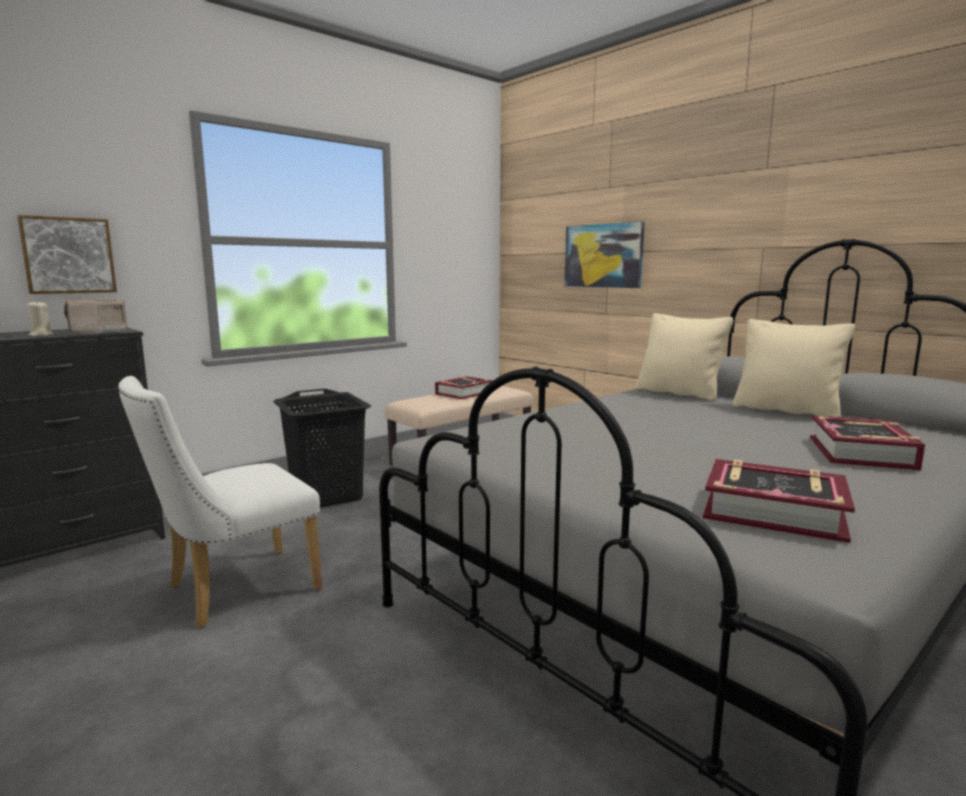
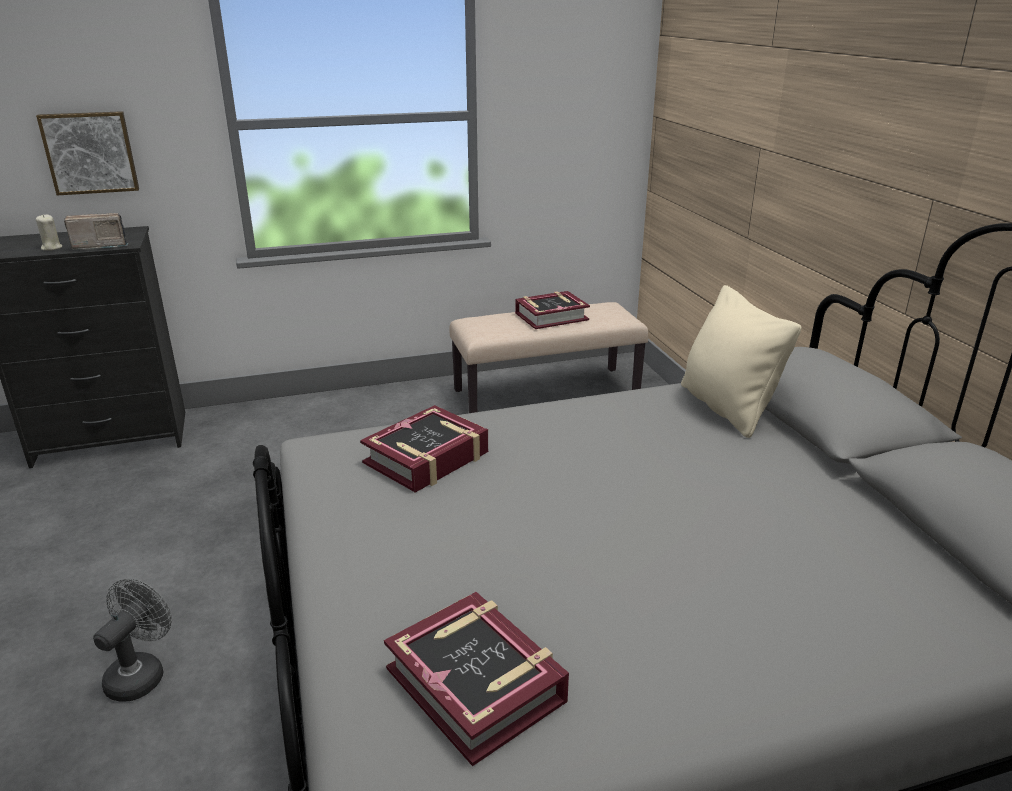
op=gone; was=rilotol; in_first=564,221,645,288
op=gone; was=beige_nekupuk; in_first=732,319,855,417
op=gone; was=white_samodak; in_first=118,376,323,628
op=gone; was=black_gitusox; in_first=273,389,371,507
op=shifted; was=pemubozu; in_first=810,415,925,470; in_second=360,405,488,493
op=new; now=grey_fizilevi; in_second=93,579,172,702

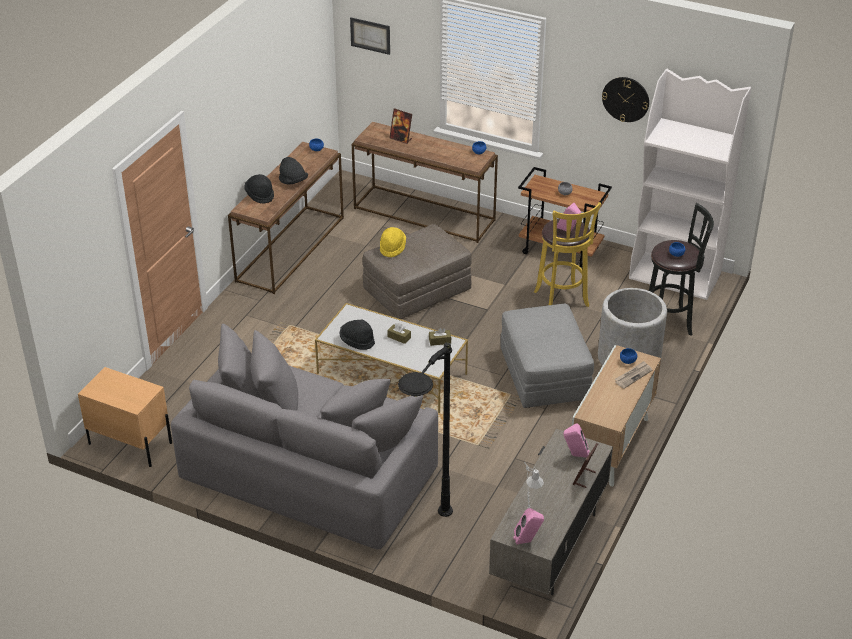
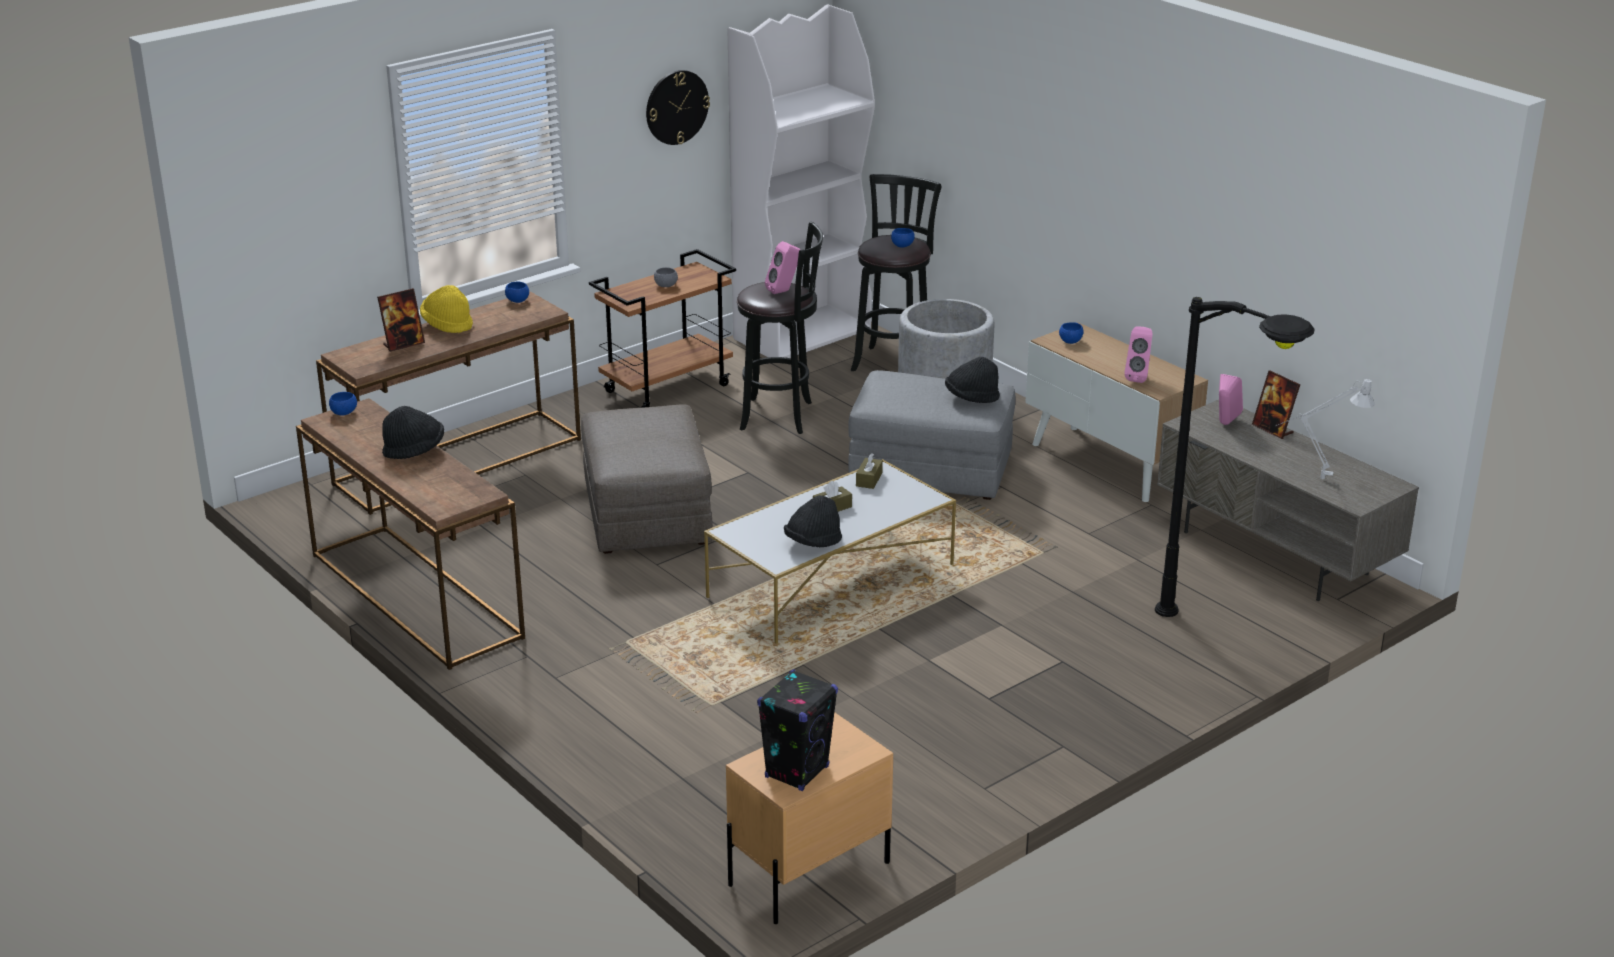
op=gone; was=rilotol; in_first=350,18,390,55
op=shifted; was=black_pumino; in_first=244,174,274,204; in_second=945,357,1000,403
op=repainted; was=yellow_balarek; now=black_balarek; in_first=534,202,601,307; in_second=737,221,823,434
op=shifted; was=yellow_pumino; in_first=380,227,406,258; in_second=420,285,473,333
op=gone; was=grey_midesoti; in_first=171,324,438,550
op=gone; was=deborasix; in_first=615,361,652,389
op=shifted; was=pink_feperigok; in_first=513,508,544,545; in_second=1125,327,1152,383
op=new; now=black_feperigok; in_second=757,669,838,791

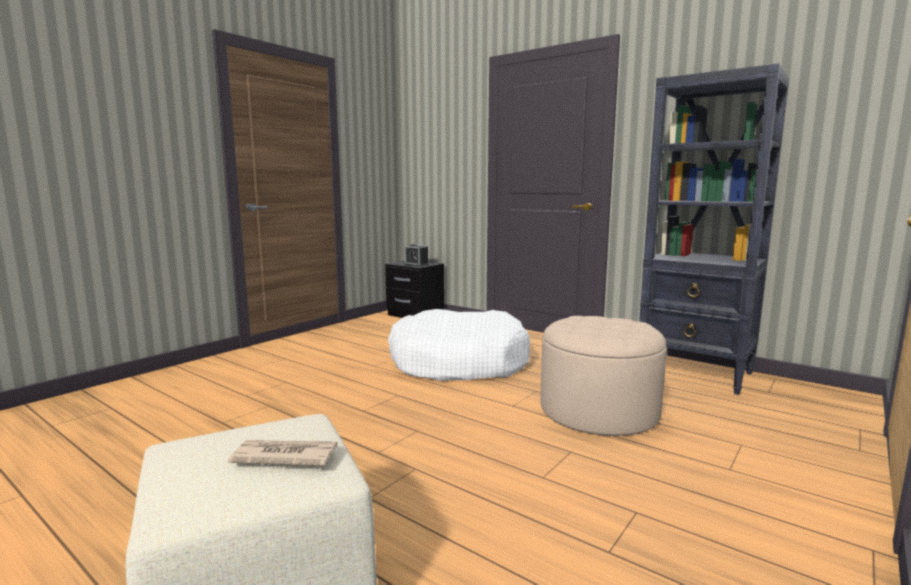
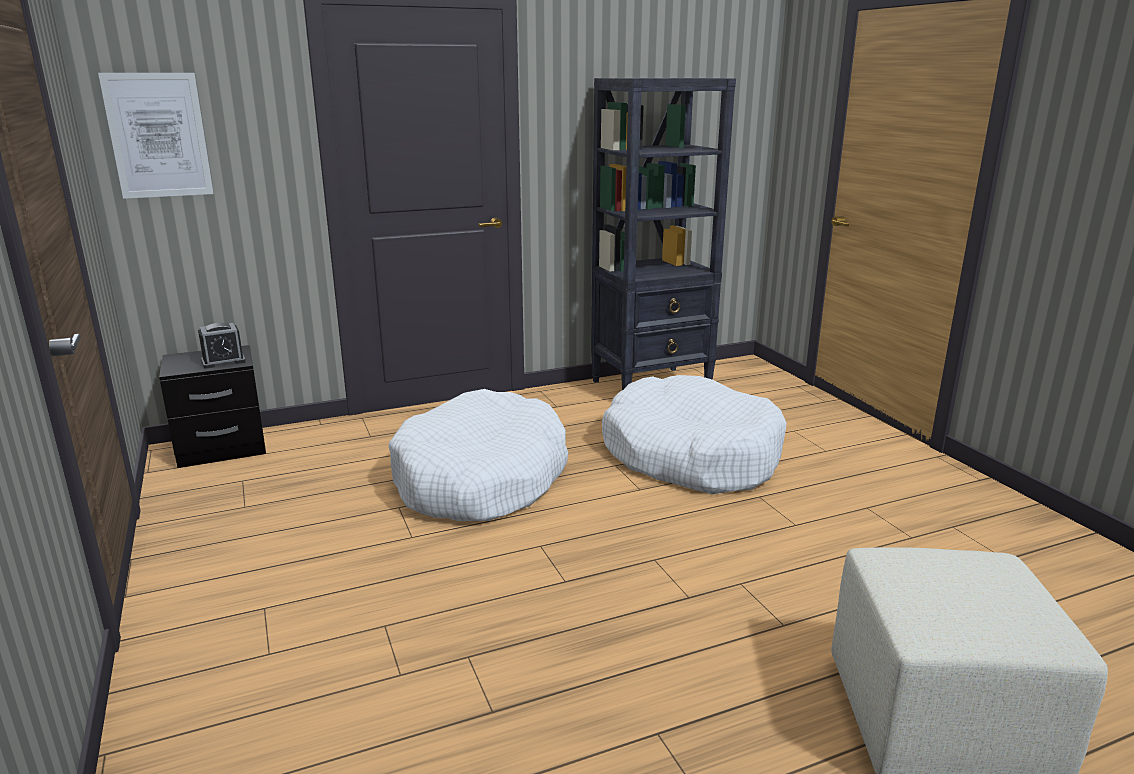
op=swapped; was=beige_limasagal; now=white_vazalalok; in_first=541,316,667,436; in_second=602,375,787,494
op=gone; was=deborasix; in_first=228,440,337,466
op=new; now=rilotol; in_second=98,73,214,199

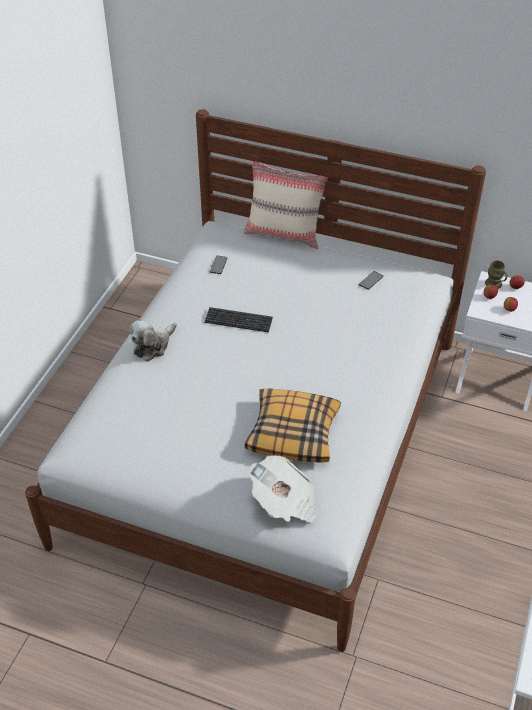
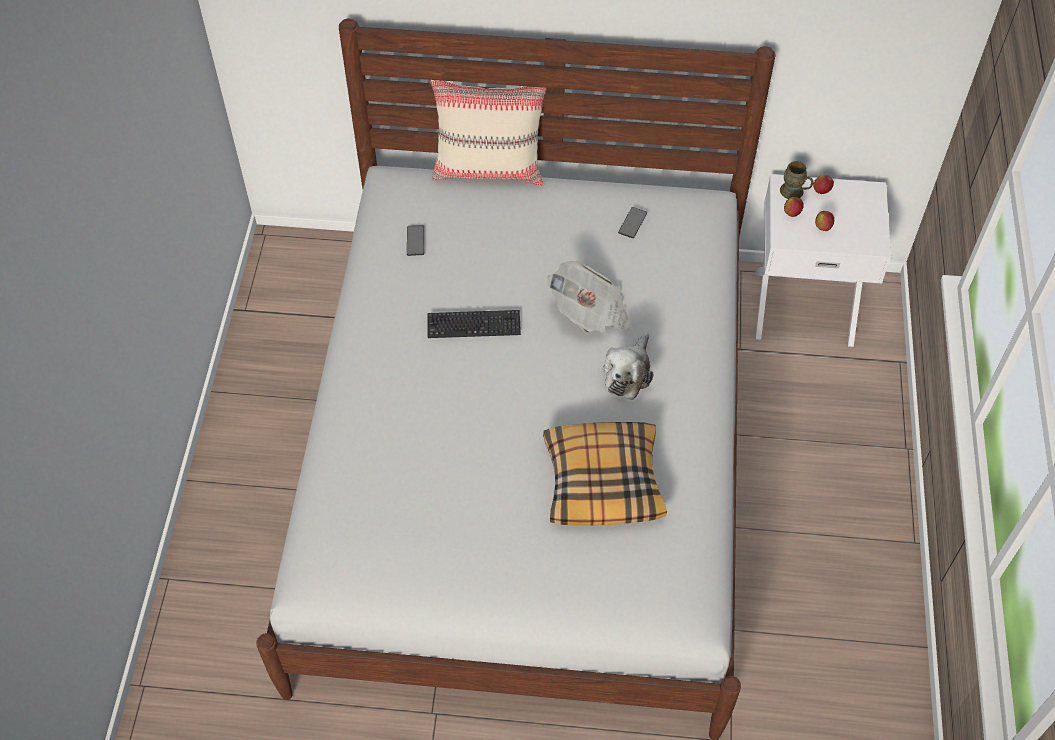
op=shifted; was=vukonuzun; in_first=130,321,177,362; in_second=603,333,654,400
op=shifted; was=deborasix; in_first=249,455,316,522; in_second=547,261,631,333

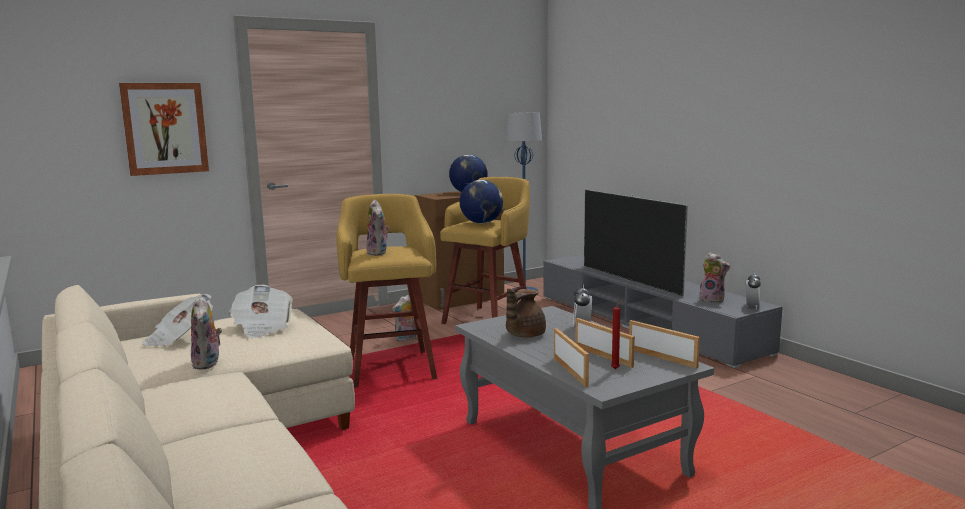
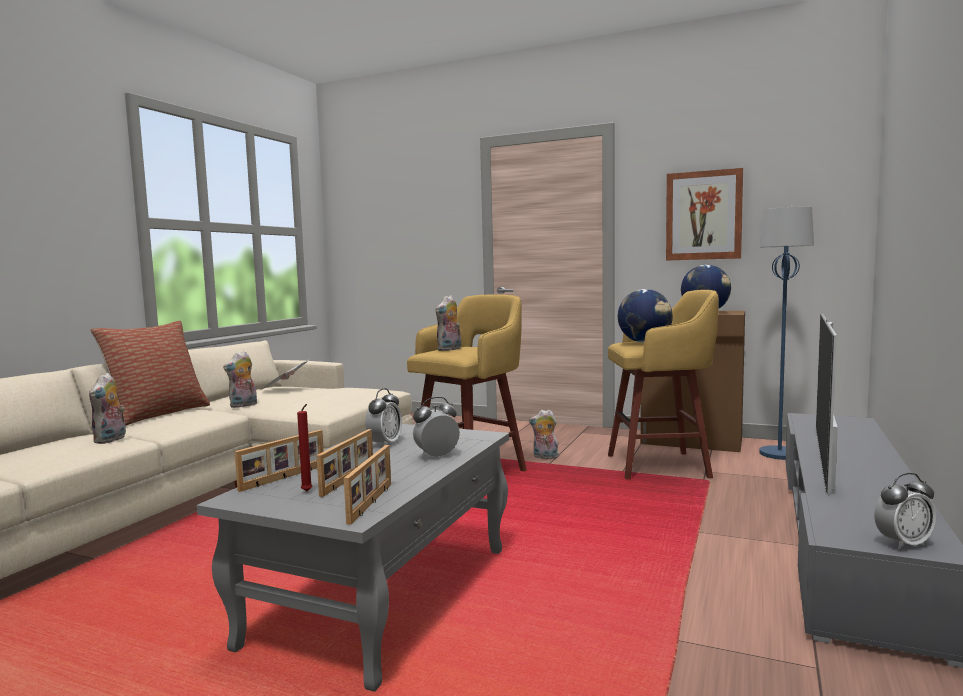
op=shifted; was=rilotol; in_first=119,83,209,176; in_second=666,168,743,261
op=shifted; was=vukonuzun; in_first=699,252,730,303; in_second=89,373,126,444
op=gone; was=deborasix; in_first=229,285,293,338
op=swapped; was=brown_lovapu; now=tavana; in_first=506,289,546,338; in_second=365,388,402,446
op=new; now=nekupuk; in_second=90,321,210,426

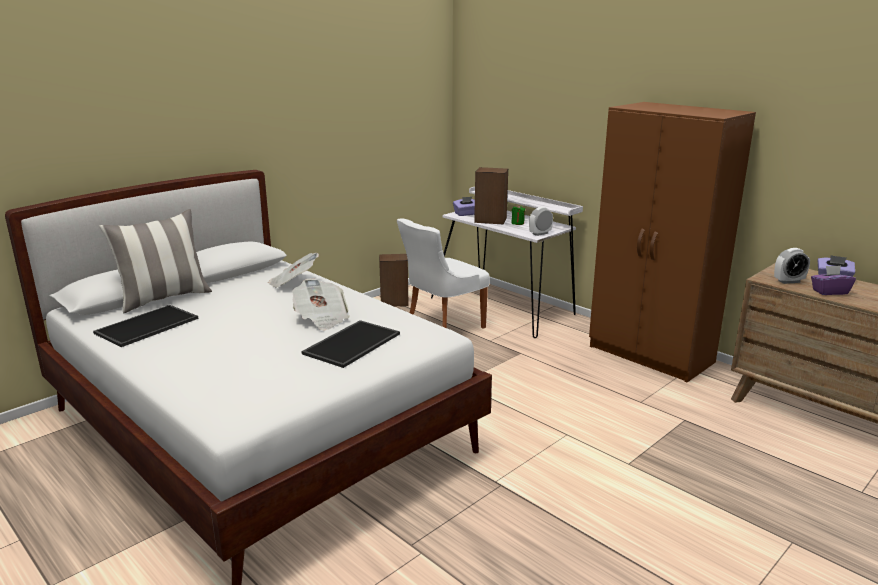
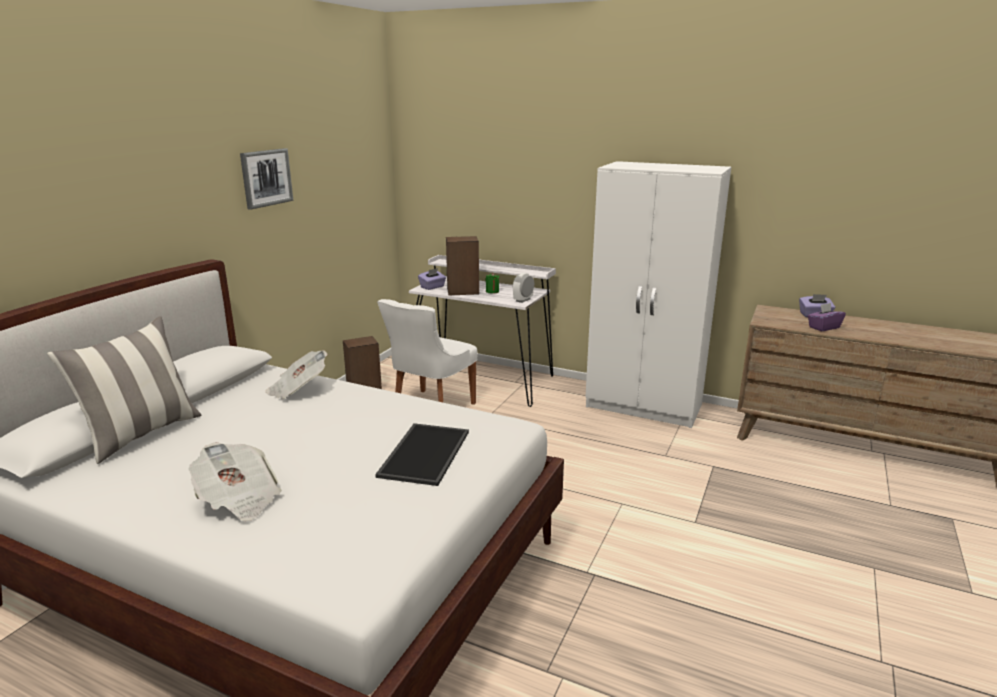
op=repainted; was=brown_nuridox; now=white_nuridox; in_first=589,102,756,382; in_second=585,161,731,428
op=gone; was=tavana; in_first=774,248,810,284
op=shifted; was=deborasix; in_first=292,278,350,331; in_second=188,442,282,521
op=gone; was=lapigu; in_first=93,305,199,347
op=new; now=rilotol; in_second=240,148,293,210

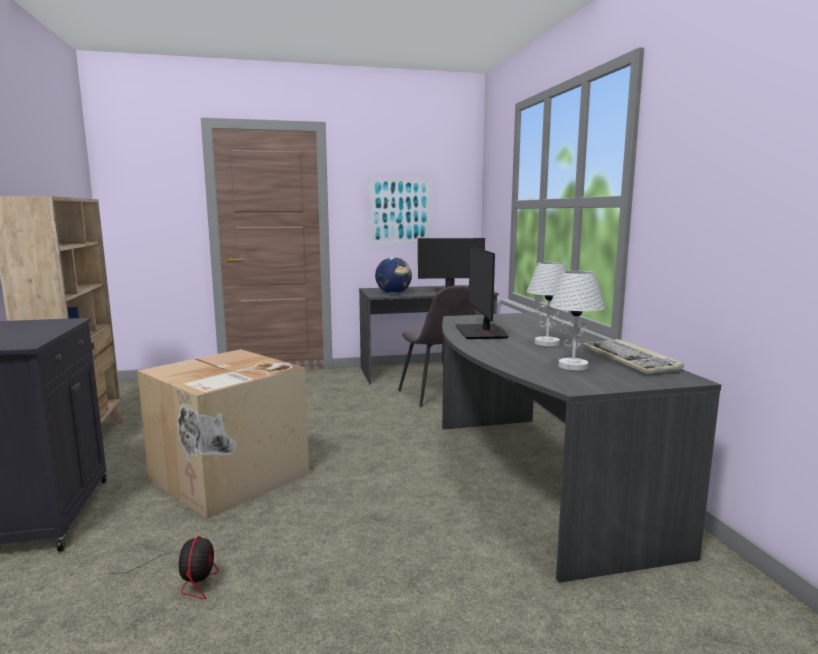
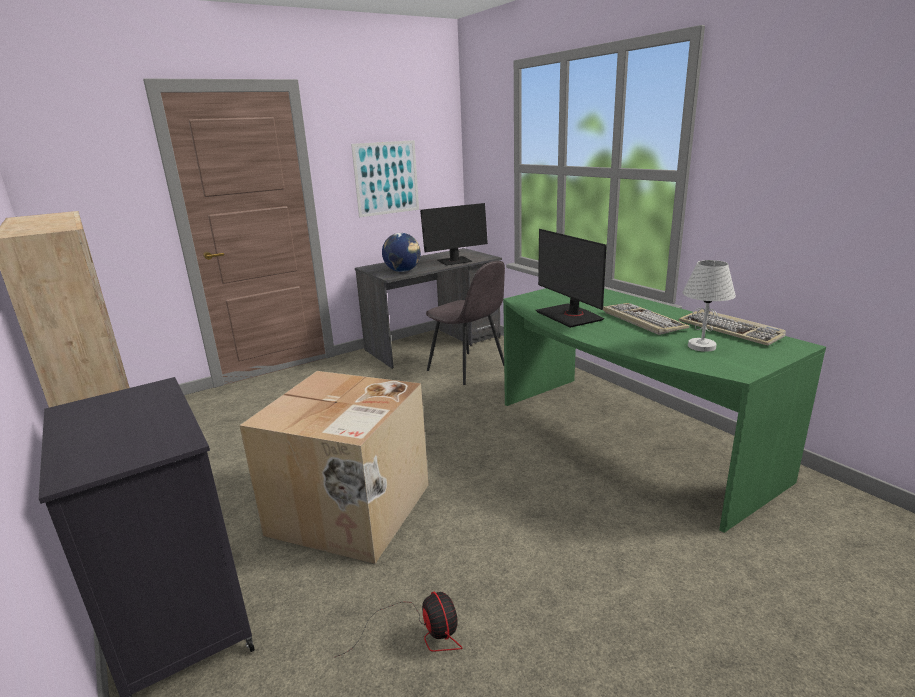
op=swapped; was=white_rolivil; now=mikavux; in_first=527,262,567,346; in_second=603,303,689,335
op=repainted; was=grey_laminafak; now=green_laminafak; in_first=442,312,721,583; in_second=503,288,826,533

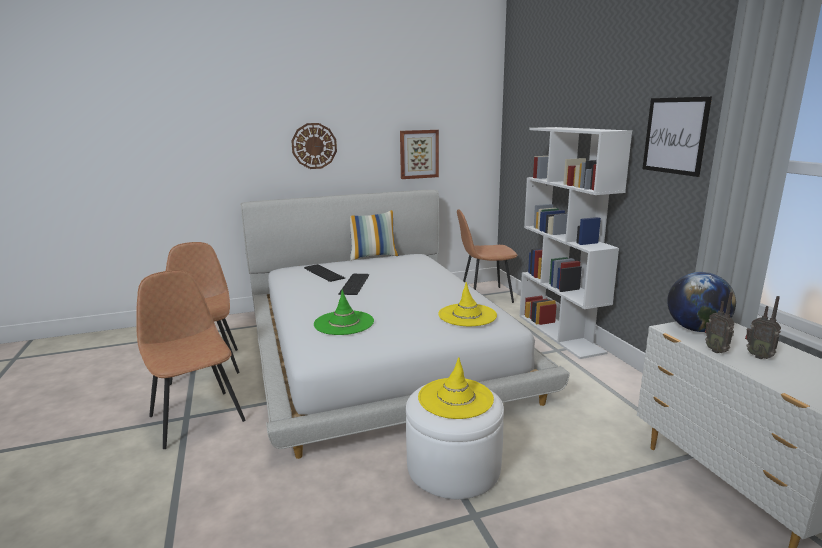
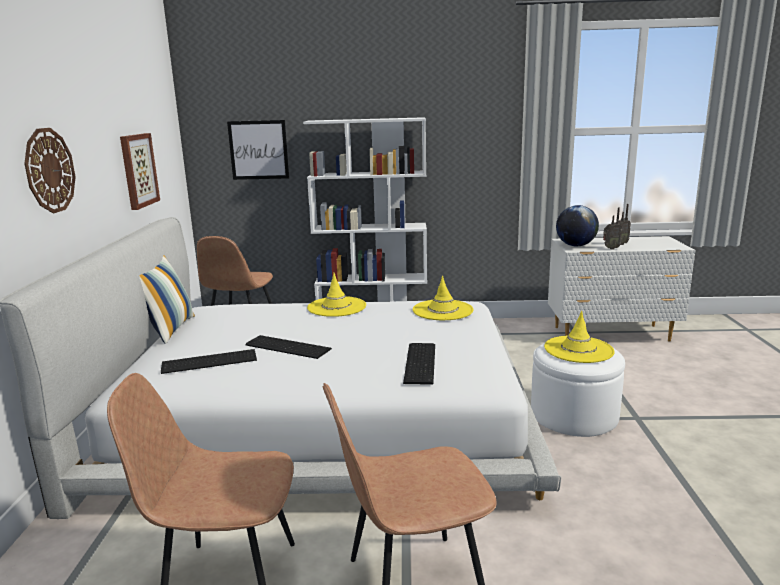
op=shifted; was=rilotol; in_first=642,97,712,177; in_second=227,120,289,180
op=swapped; was=green_pumino; now=mikavux; in_first=314,290,374,335; in_second=403,343,435,385
op=new; now=yellow_pumino; in_second=307,273,366,317

